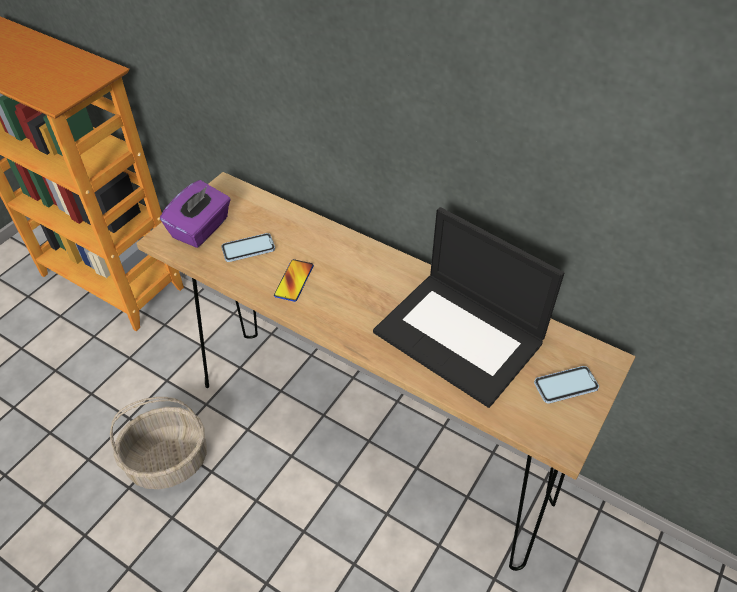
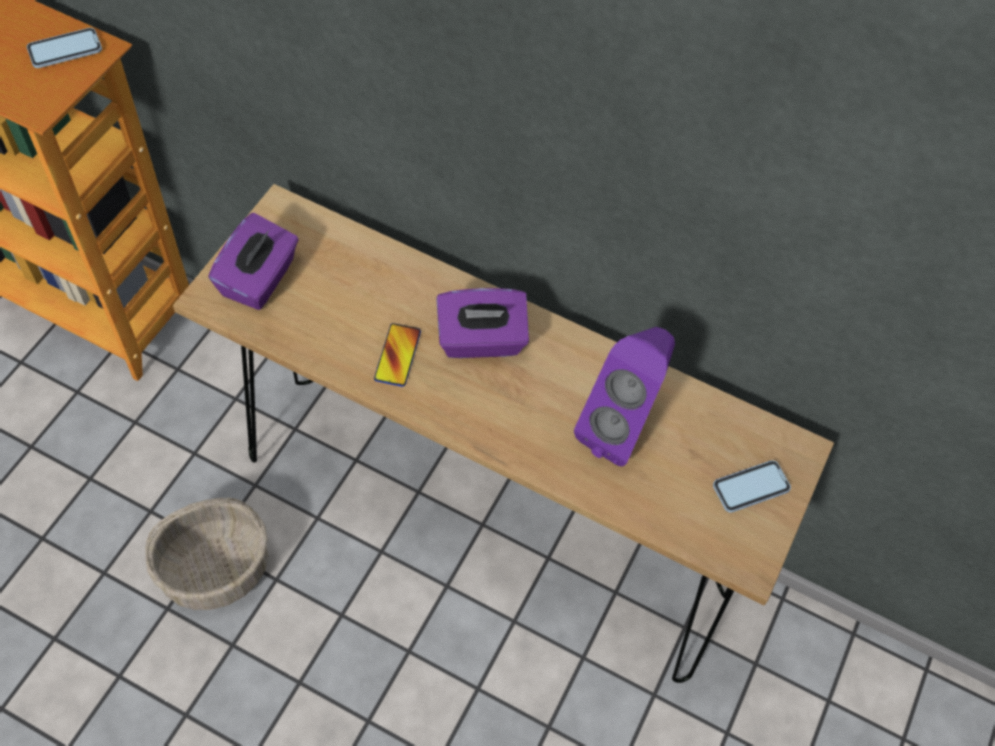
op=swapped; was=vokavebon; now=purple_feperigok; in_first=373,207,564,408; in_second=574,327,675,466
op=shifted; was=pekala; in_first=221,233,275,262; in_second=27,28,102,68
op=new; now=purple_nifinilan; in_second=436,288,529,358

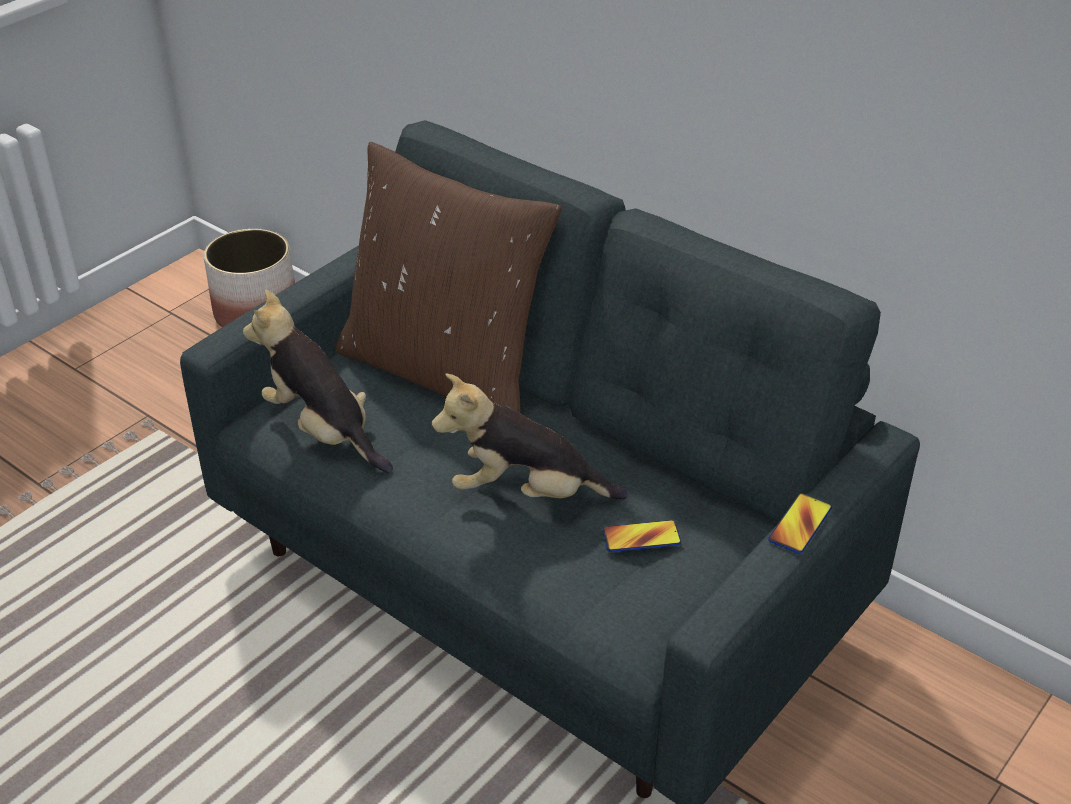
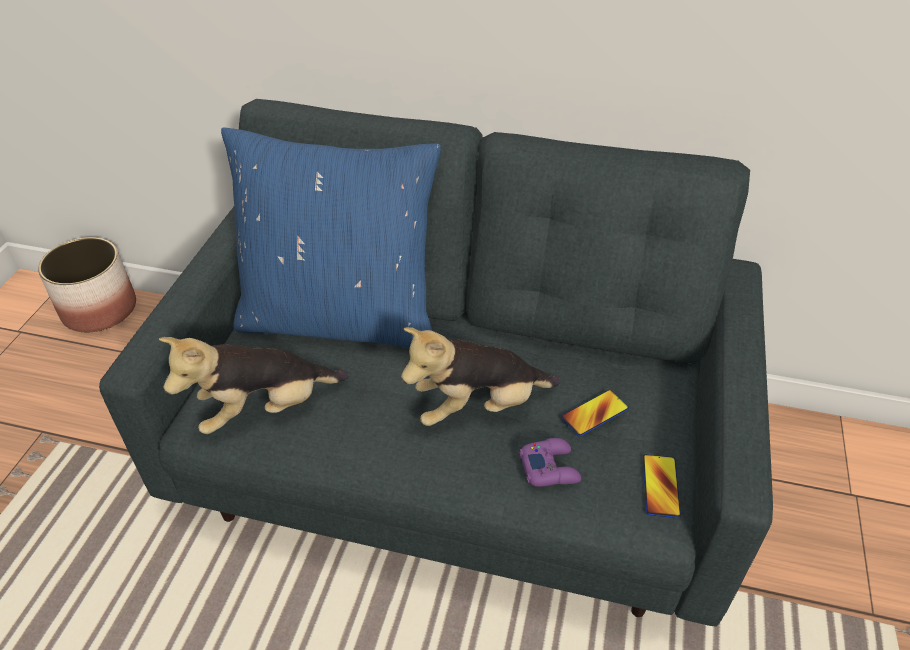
op=repainted; was=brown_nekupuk; now=blue_nekupuk; in_first=336,142,561,413; in_second=221,127,441,348
op=rotated; was=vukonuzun; in_first=243,290,393,473; in_second=159,337,349,434; clockwise=-45
op=shifted; was=pekala; in_first=768,493,832,554; in_second=643,454,681,518
op=new; now=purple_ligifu; in_second=519,438,581,487

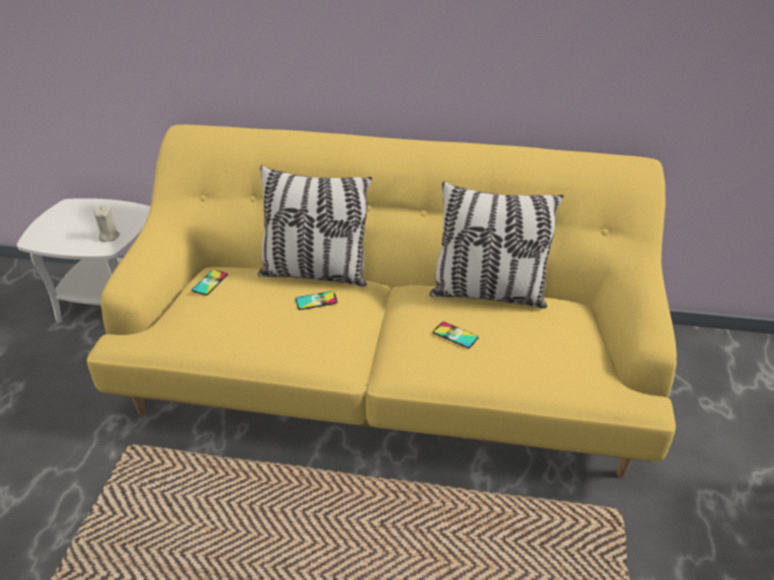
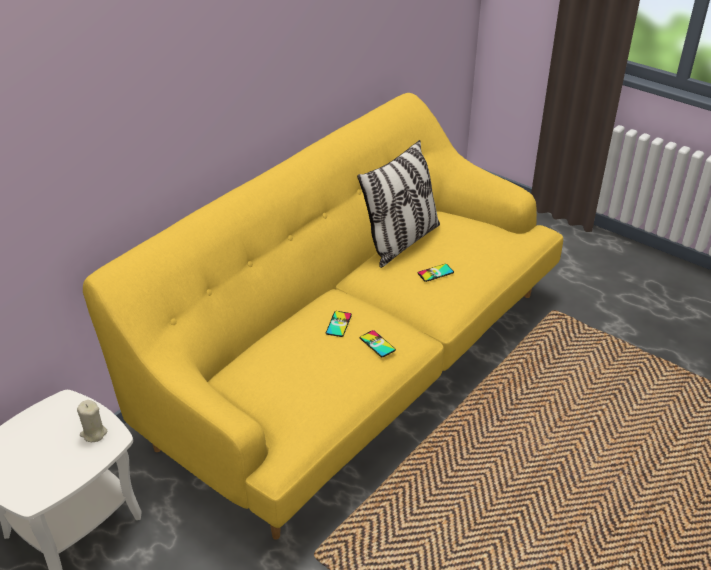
op=gone; was=nekupuk; in_first=258,165,372,287
op=shifted; was=pekala; in_first=192,270,228,295; in_second=360,330,396,357

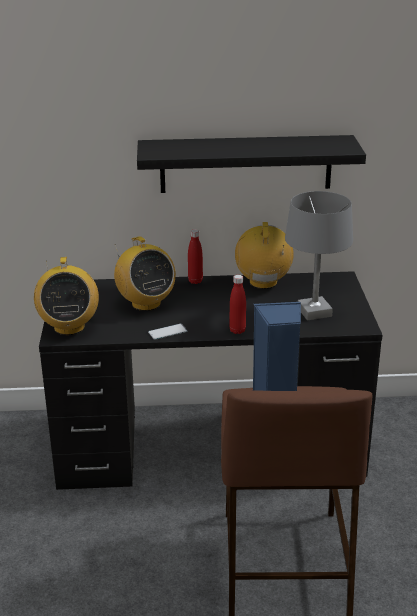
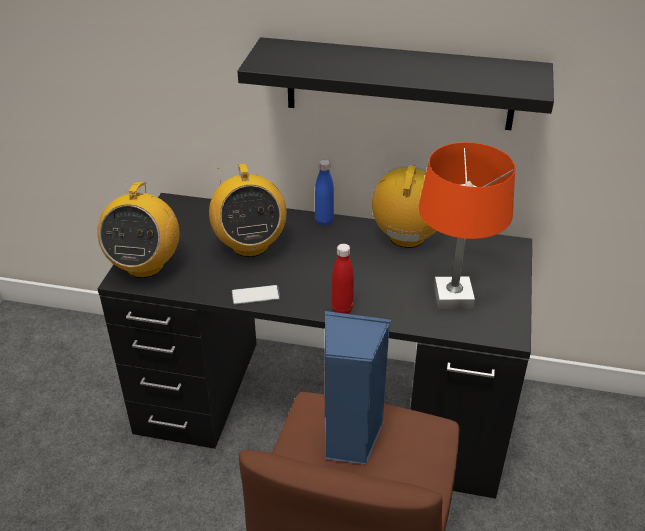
op=repainted; was=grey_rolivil; now=orange_rolivil; in_first=285,191,353,321; in_second=419,142,515,309
op=repainted; was=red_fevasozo; now=blue_fevasozo; in_first=188,229,203,284; in_second=315,160,334,226

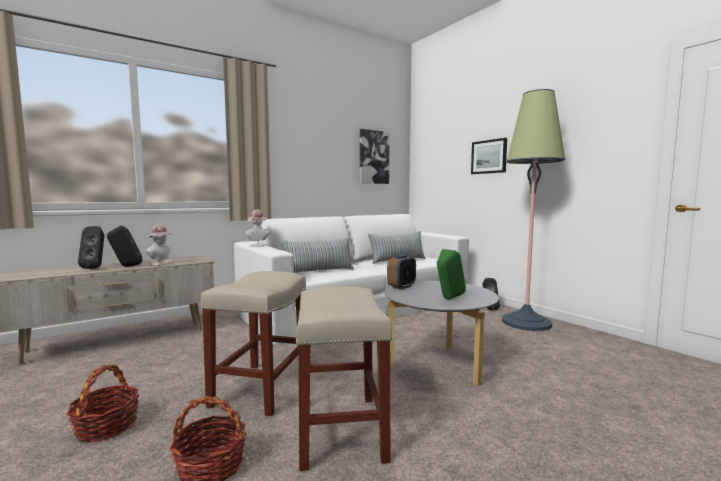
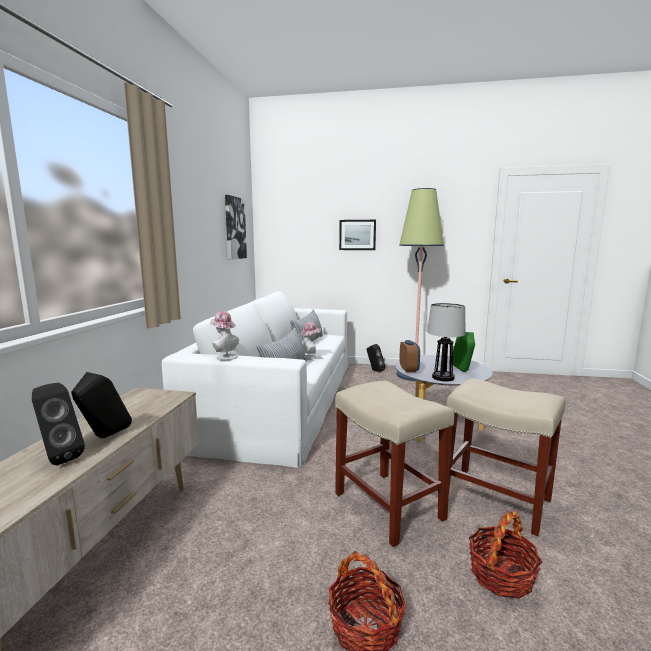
op=shifted; was=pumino; in_first=146,225,172,266; in_second=301,322,321,360
op=new; now=rolivil; in_second=427,303,466,381

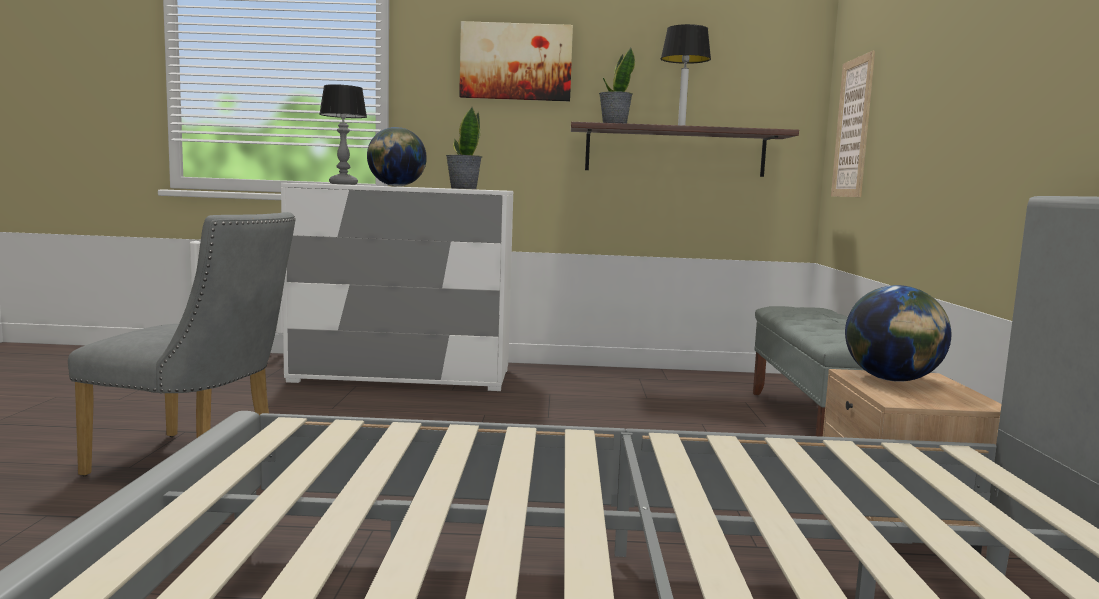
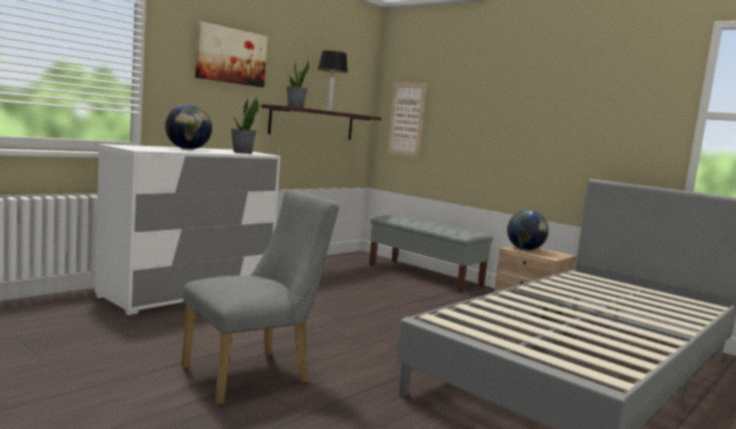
op=gone; was=rolivil; in_first=319,84,367,185

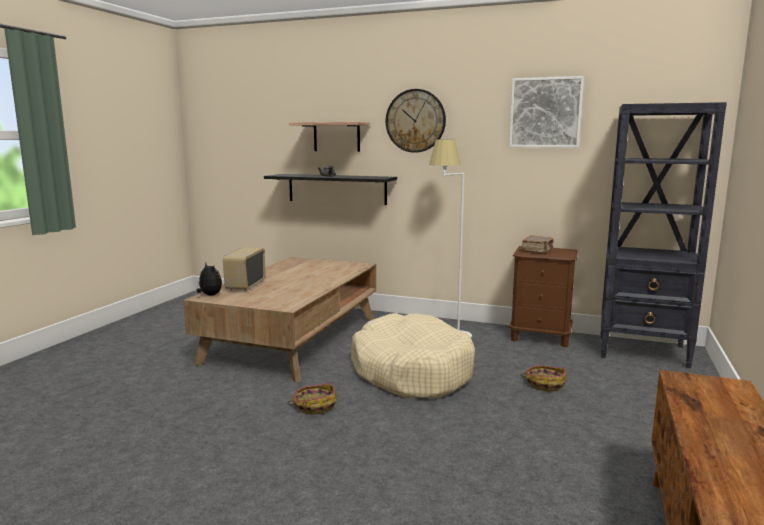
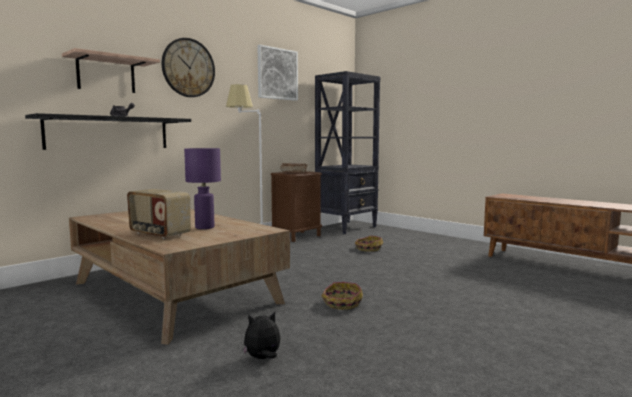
op=shifted; was=vukonuzun; in_first=197,263,222,296; in_second=242,312,280,359
op=gone; was=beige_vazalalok; in_first=351,313,475,398
op=new; now=purple_rolivil; in_second=184,148,221,229

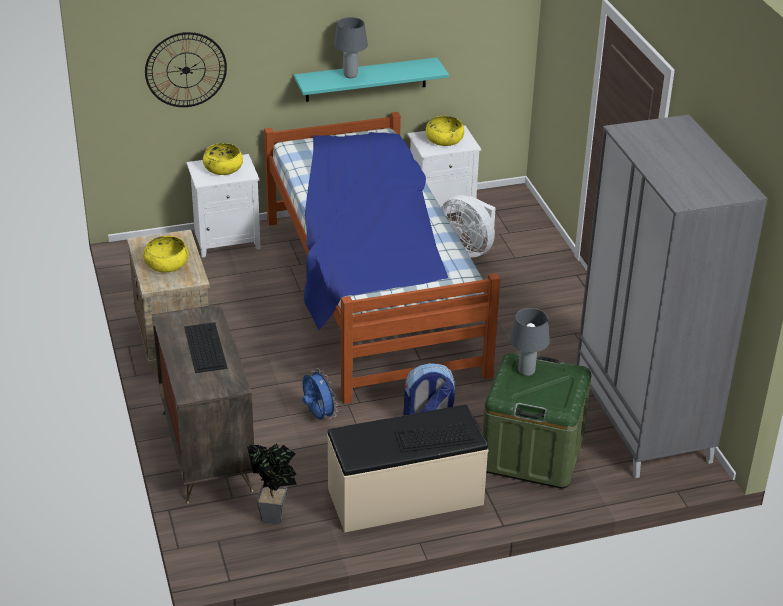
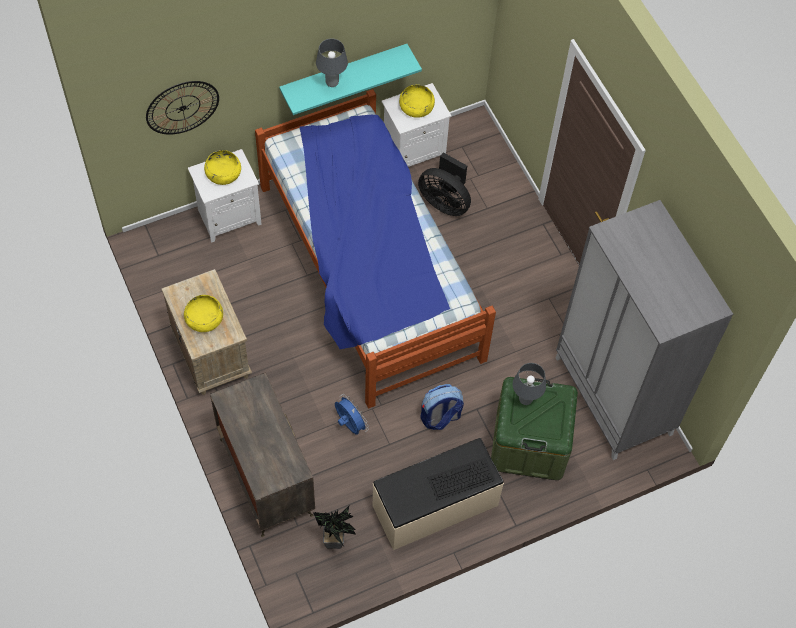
op=repainted; was=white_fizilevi; now=black_fizilevi; in_first=441,195,496,258; in_second=418,152,471,216
op=gone; was=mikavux; in_first=184,322,228,373

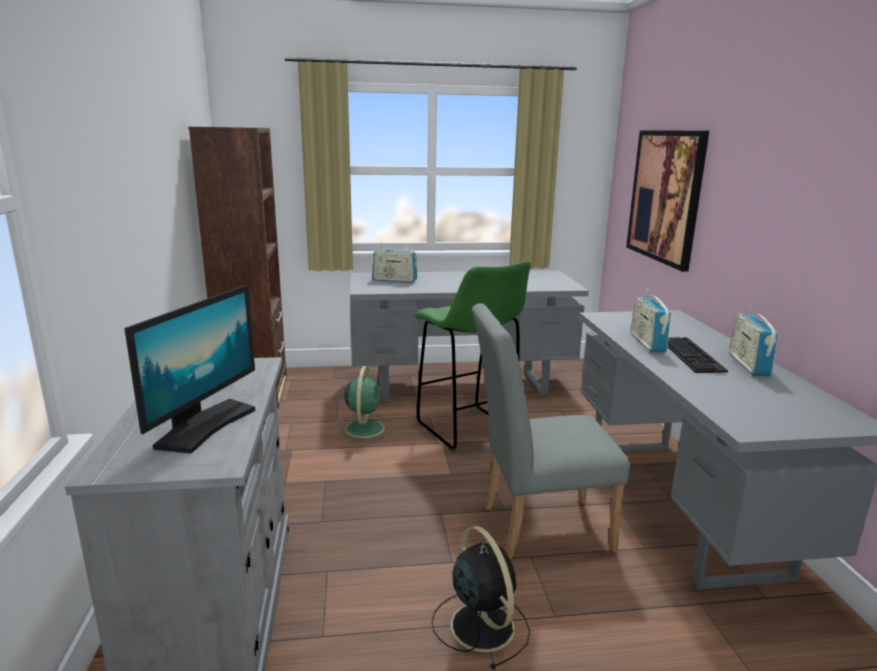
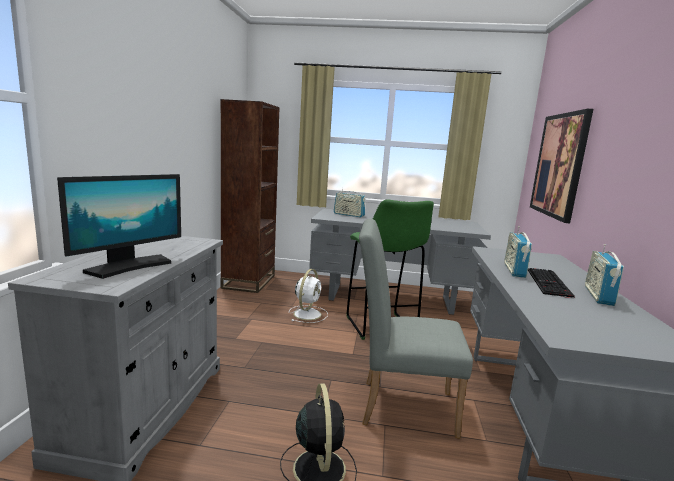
op=repainted; was=green_fizilevi; now=white_fizilevi; in_first=337,366,393,443; in_second=289,269,328,323

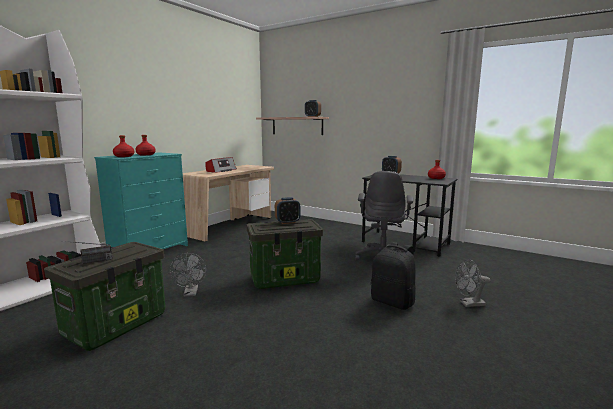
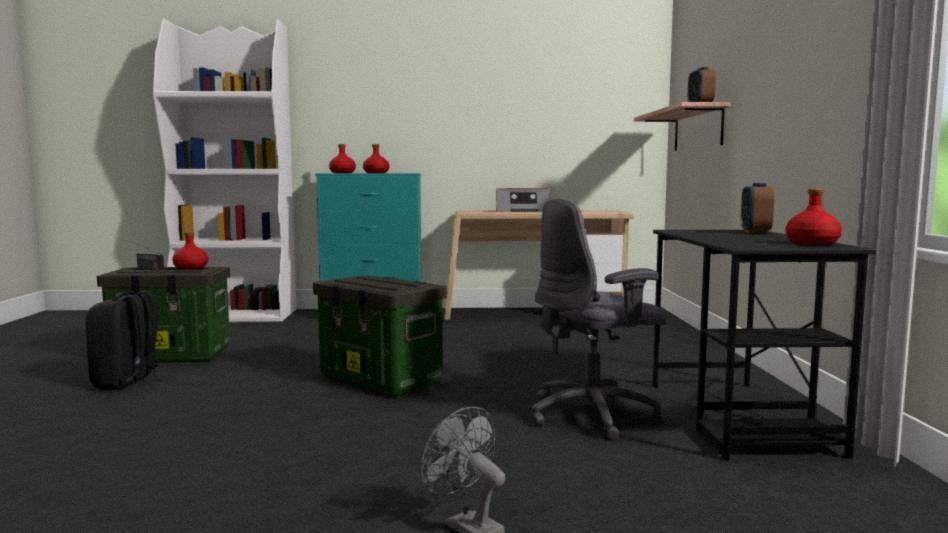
op=gone; was=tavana; in_first=275,197,301,224
op=shifted; was=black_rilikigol; in_first=371,242,416,310; in_second=85,290,172,390
op=gone; was=grey_fizilevi; in_first=170,253,206,297
op=new; now=red_fevasozo; in_second=172,232,208,270

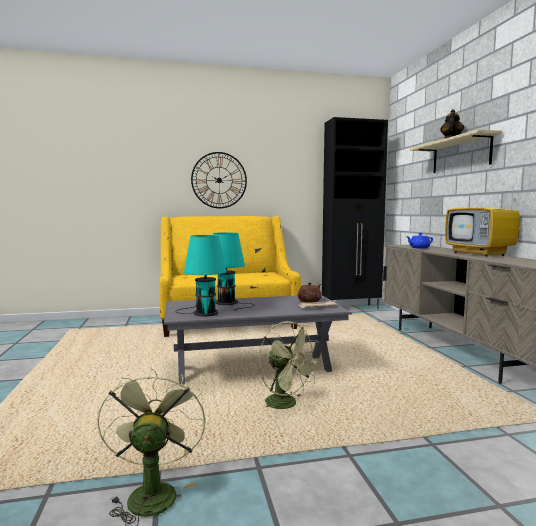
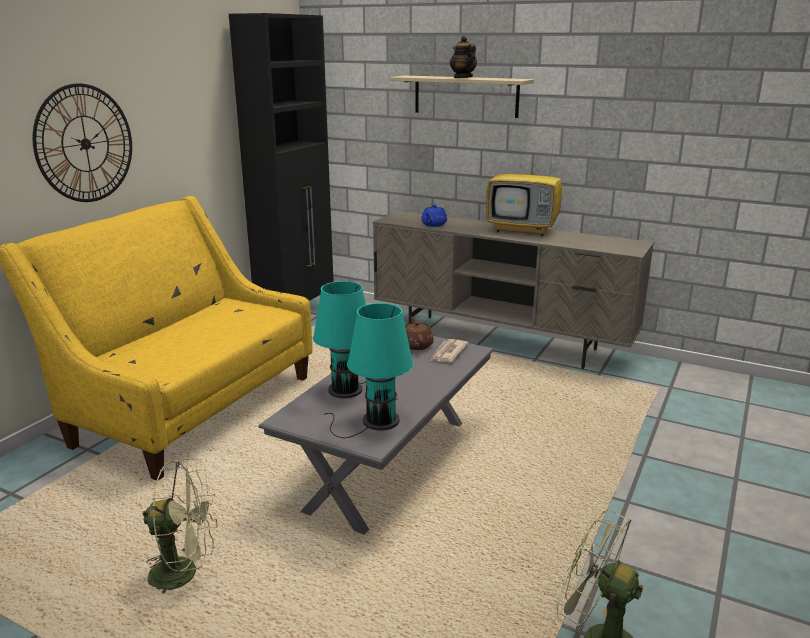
op=shifted; was=green_fizilevi; in_first=259,321,321,409; in_second=142,458,218,593

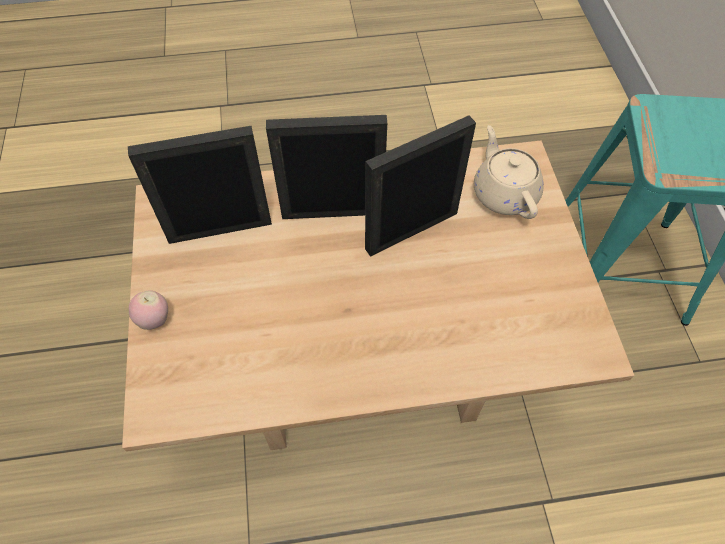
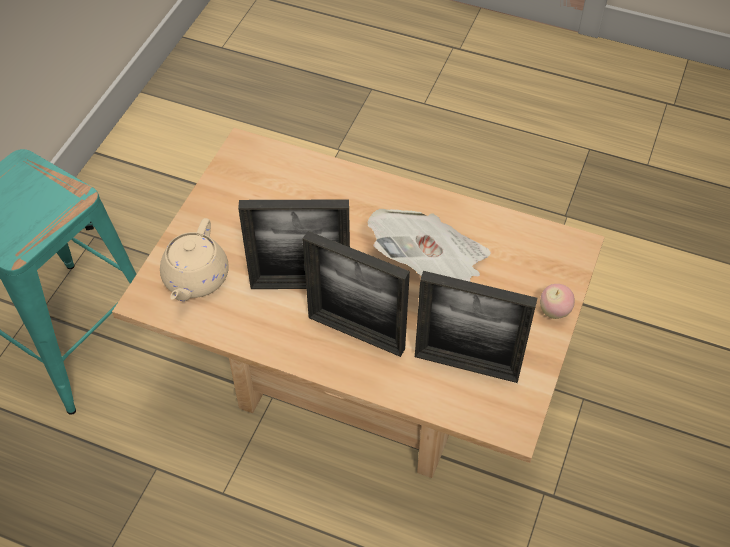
op=new; now=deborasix; in_second=367,209,491,282

